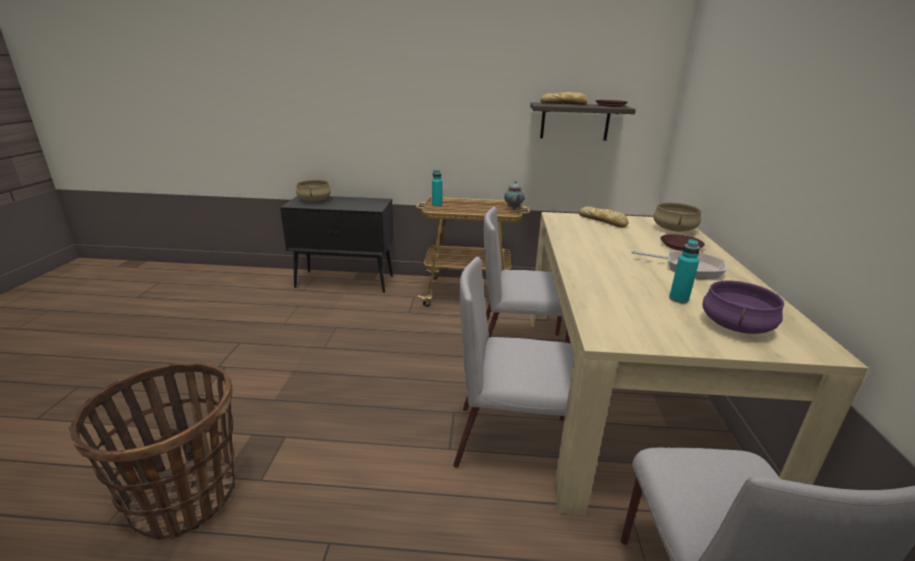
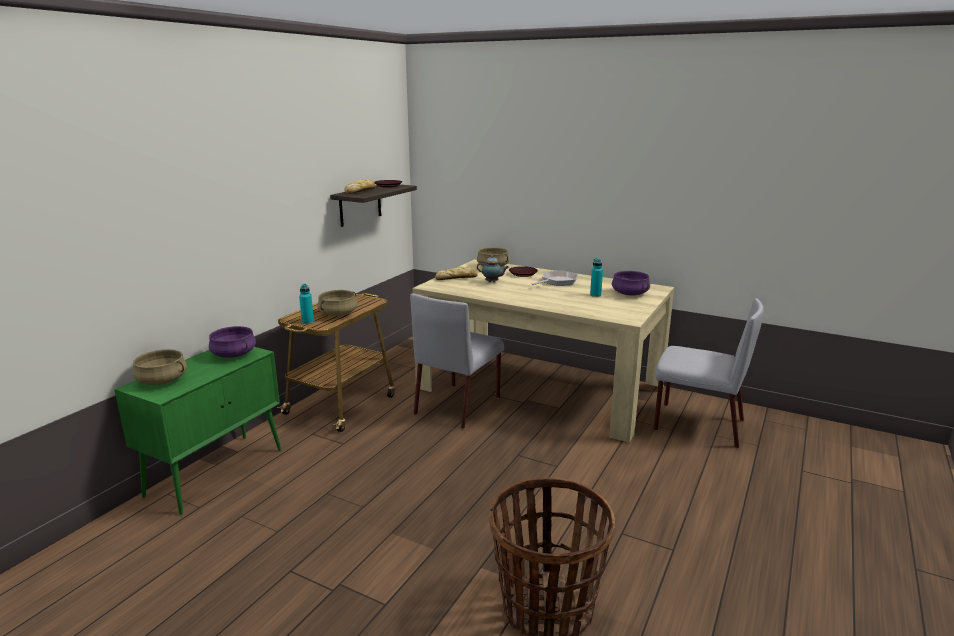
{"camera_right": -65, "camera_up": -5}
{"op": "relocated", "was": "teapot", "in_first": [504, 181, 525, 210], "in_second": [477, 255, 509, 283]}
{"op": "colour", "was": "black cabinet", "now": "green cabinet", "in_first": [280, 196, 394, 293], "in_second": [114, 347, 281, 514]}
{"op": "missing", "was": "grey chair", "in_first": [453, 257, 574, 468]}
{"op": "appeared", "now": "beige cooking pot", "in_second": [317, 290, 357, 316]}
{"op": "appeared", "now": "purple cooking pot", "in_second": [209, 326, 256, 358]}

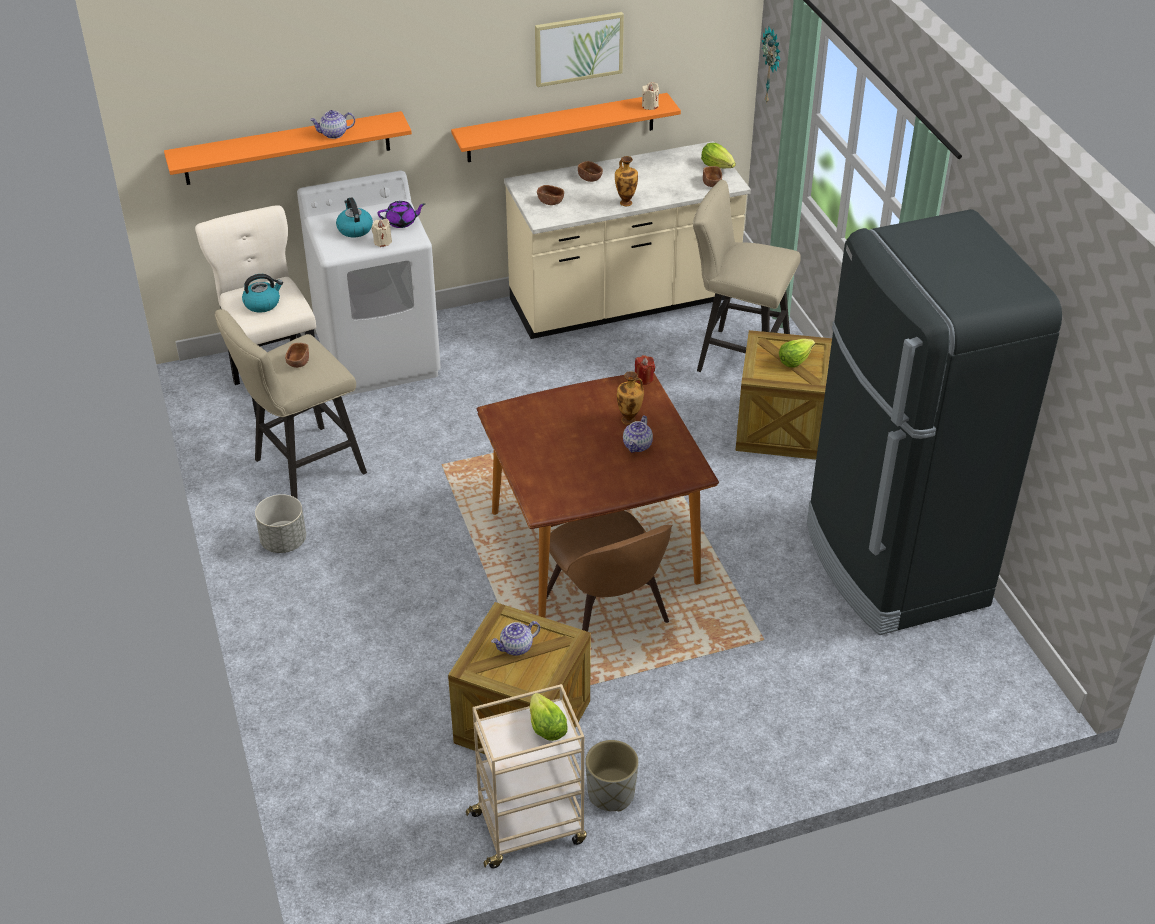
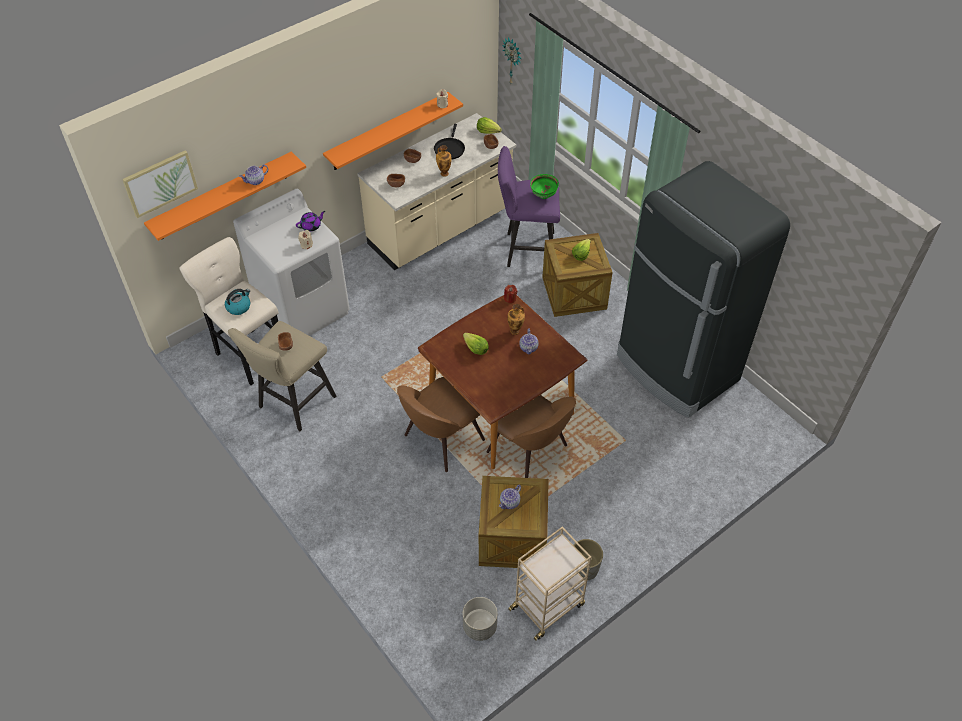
{"camera_right": -20, "camera_up": 10}
{"op": "relocated", "was": "picture", "in_first": [535, 12, 624, 87], "in_second": [122, 150, 198, 218]}
{"op": "colour", "was": "beige stool", "now": "purple stool", "in_first": [693, 180, 801, 372], "in_second": [498, 146, 560, 267]}
{"op": "missing", "was": "kettle", "in_first": [336, 197, 373, 238]}
{"op": "relocated", "was": "grey planter", "in_first": [255, 494, 306, 553], "in_second": [463, 597, 497, 641]}
{"op": "relocated", "was": "lettuce", "in_first": [530, 693, 568, 741], "in_second": [463, 333, 489, 355]}
{"op": "appeared", "now": "black frying pan", "in_second": [434, 124, 465, 160]}
{"op": "appeared", "now": "green bowl", "in_second": [530, 174, 559, 199]}
{"op": "appeared", "now": "brown chair", "in_second": [397, 377, 485, 472]}

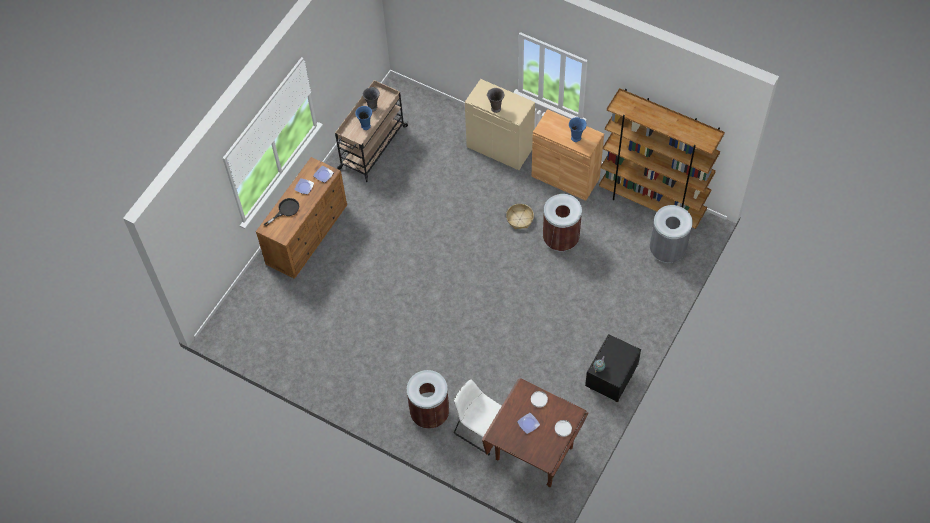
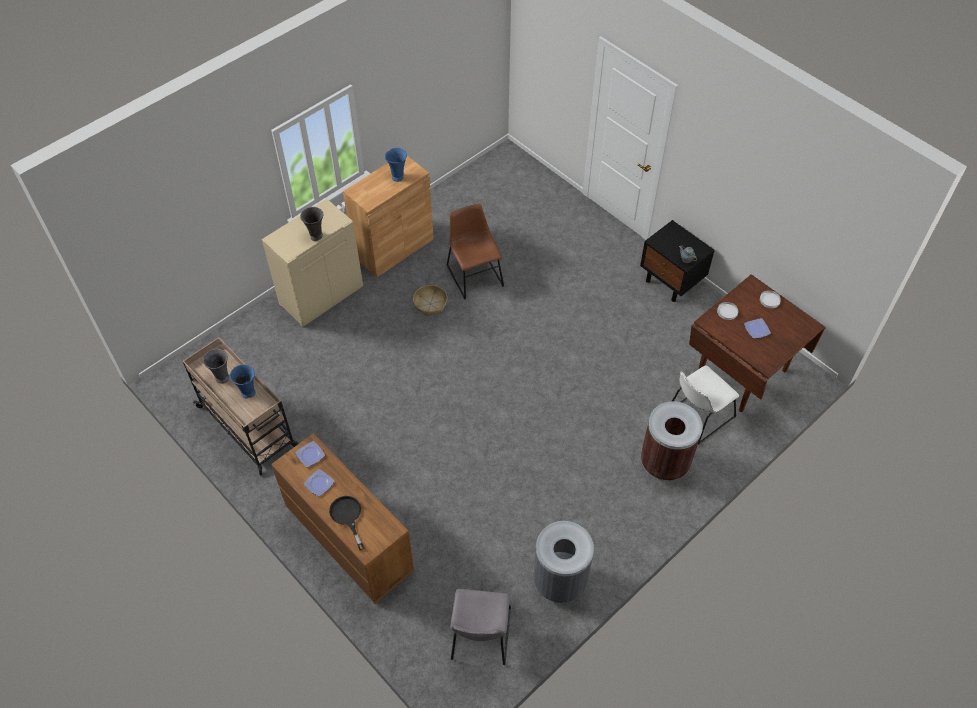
{"camera_right": -75, "camera_up": -5}
{"op": "missing", "was": "brown bookcase", "in_first": [599, 88, 725, 229]}
{"op": "exchanged", "was": "brown trash can", "now": "brown chair", "in_first": [543, 194, 582, 252], "in_second": [447, 204, 504, 300]}
{"op": "relocated", "was": "grey trash can", "in_first": [650, 205, 693, 263], "in_second": [533, 521, 594, 603]}
{"op": "appeared", "now": "grey chair", "in_second": [450, 589, 511, 665]}

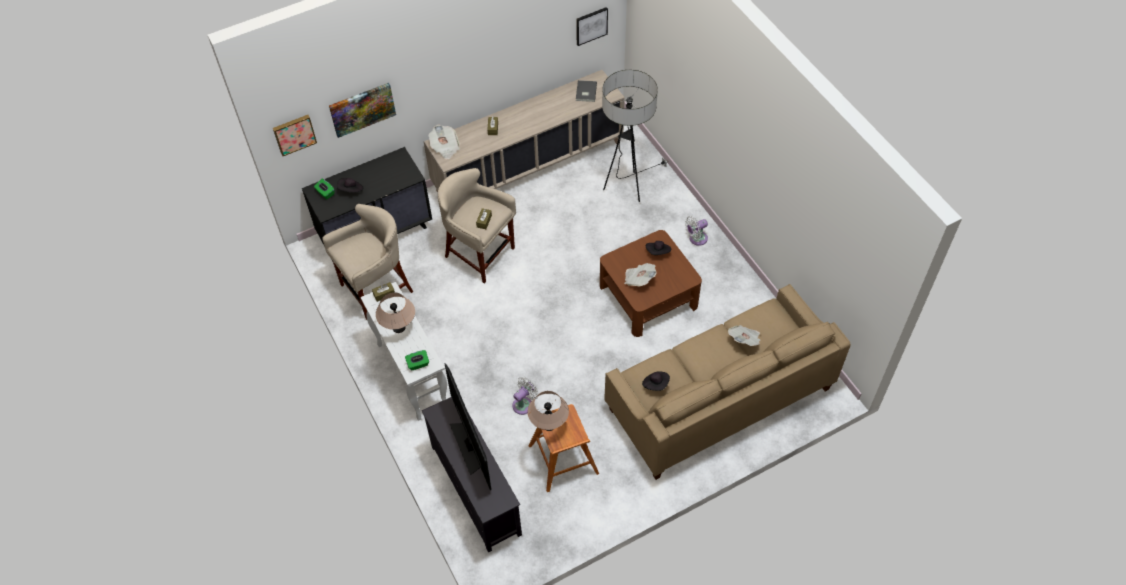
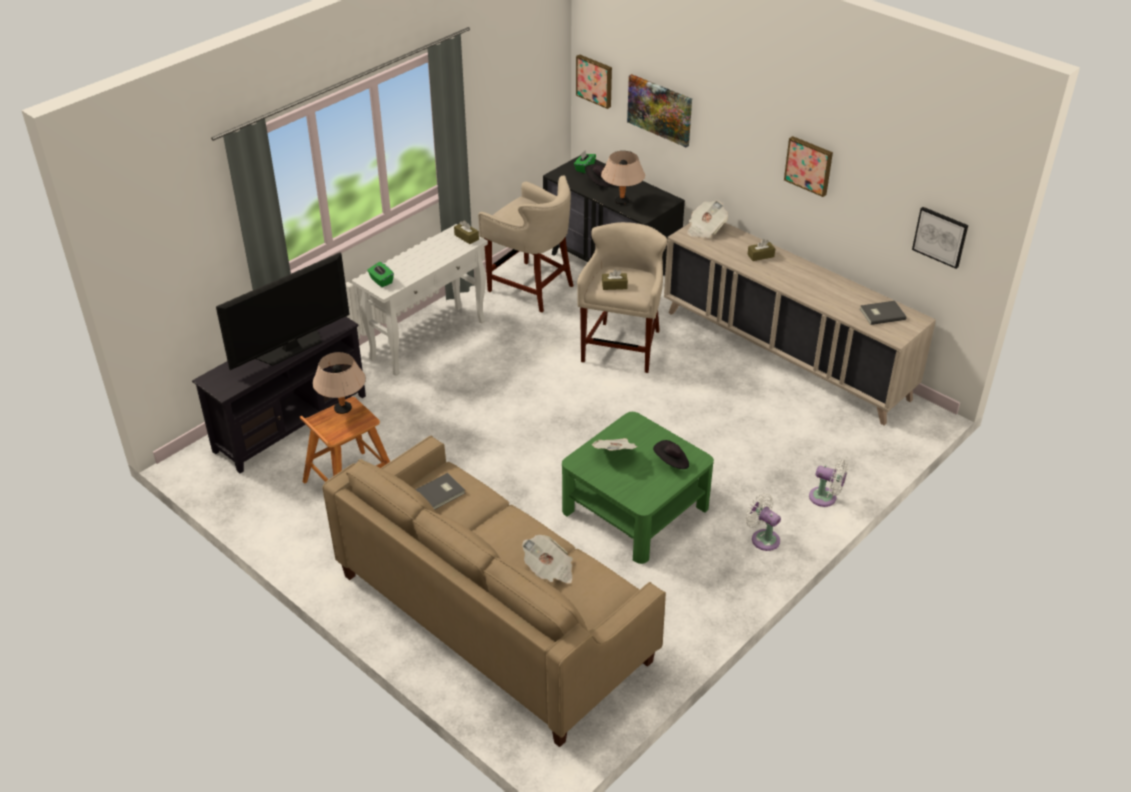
{"camera_right": 70, "camera_up": -15}
{"op": "missing", "was": "floor lamp", "in_first": [602, 70, 669, 202]}
{"op": "colour", "was": "brown coffee table", "now": "green coffee table", "in_first": [600, 230, 702, 337], "in_second": [562, 412, 714, 564]}
{"op": "relocated", "was": "beige table lamp", "in_first": [376, 292, 415, 333], "in_second": [601, 151, 645, 205]}
{"op": "exchanged", "was": "black hat", "now": "grey book", "in_first": [642, 371, 670, 391], "in_second": [415, 473, 465, 510]}
{"op": "relocated", "was": "white fan", "in_first": [513, 377, 539, 415], "in_second": [809, 460, 848, 507]}
{"op": "appeared", "now": "picture", "in_second": [784, 136, 833, 197]}

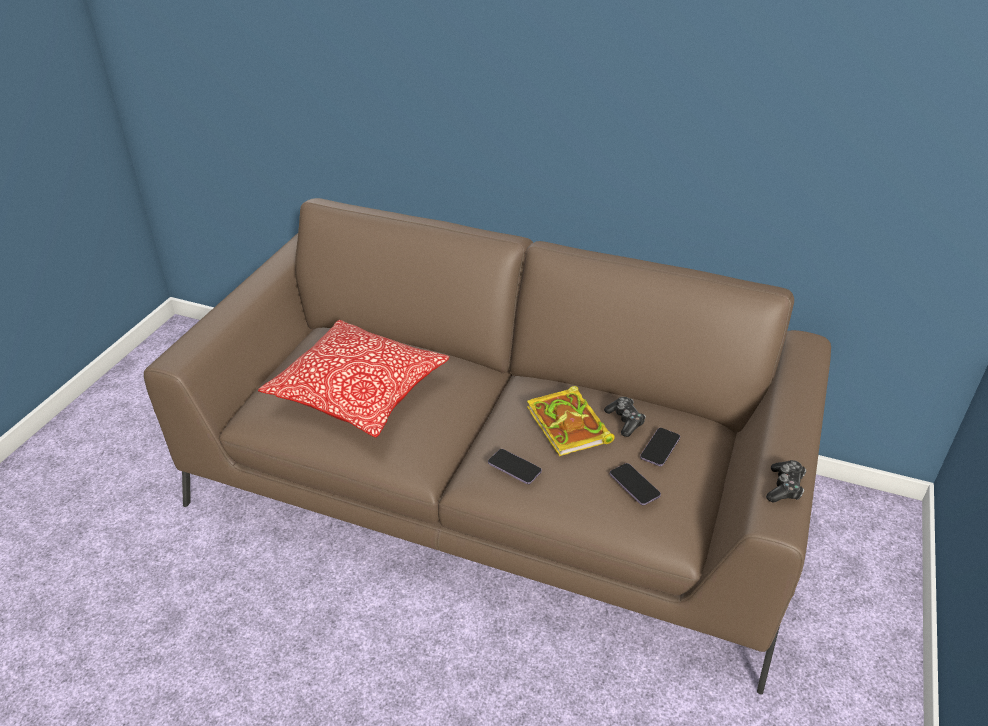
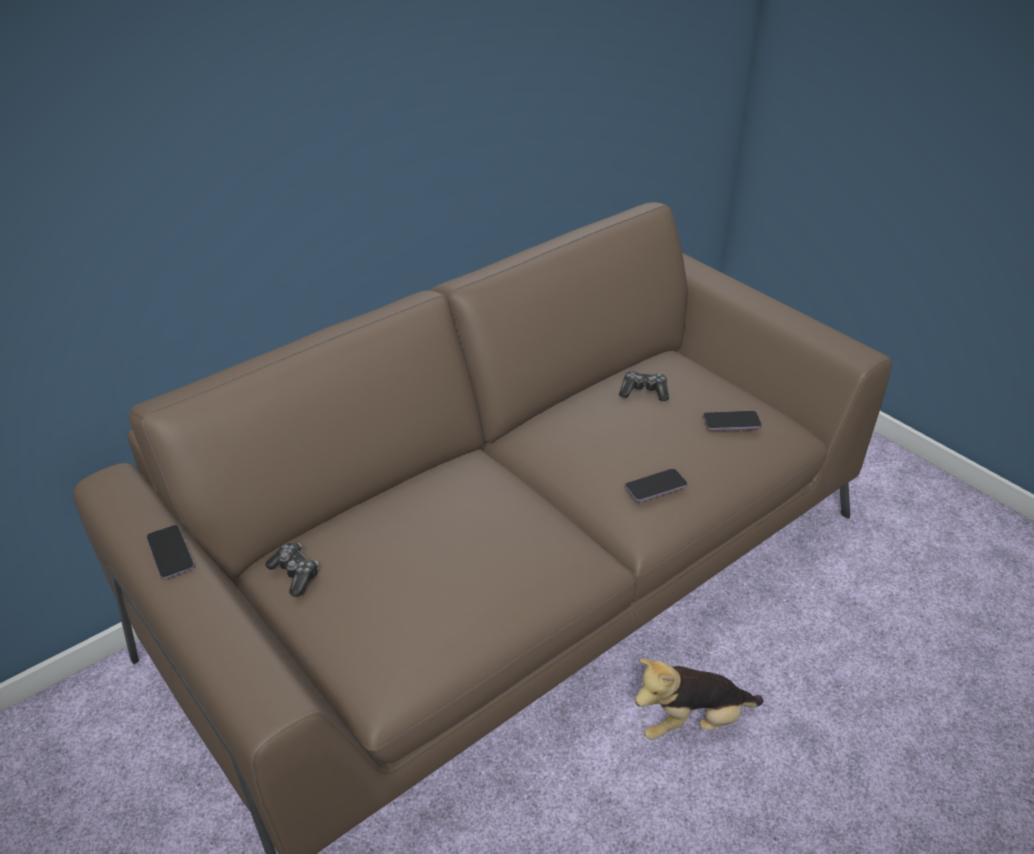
{"camera_right": -60, "camera_up": 0}
{"op": "missing", "was": "pillow", "in_first": [258, 320, 450, 438]}
{"op": "missing", "was": "book", "in_first": [527, 386, 615, 456]}
{"op": "relocated", "was": "phone", "in_first": [640, 428, 680, 466], "in_second": [146, 525, 195, 580]}
{"op": "relocated", "was": "game controller", "in_first": [766, 460, 806, 503], "in_second": [265, 543, 319, 597]}
{"op": "appeared", "now": "plush toy", "in_second": [635, 658, 764, 740]}

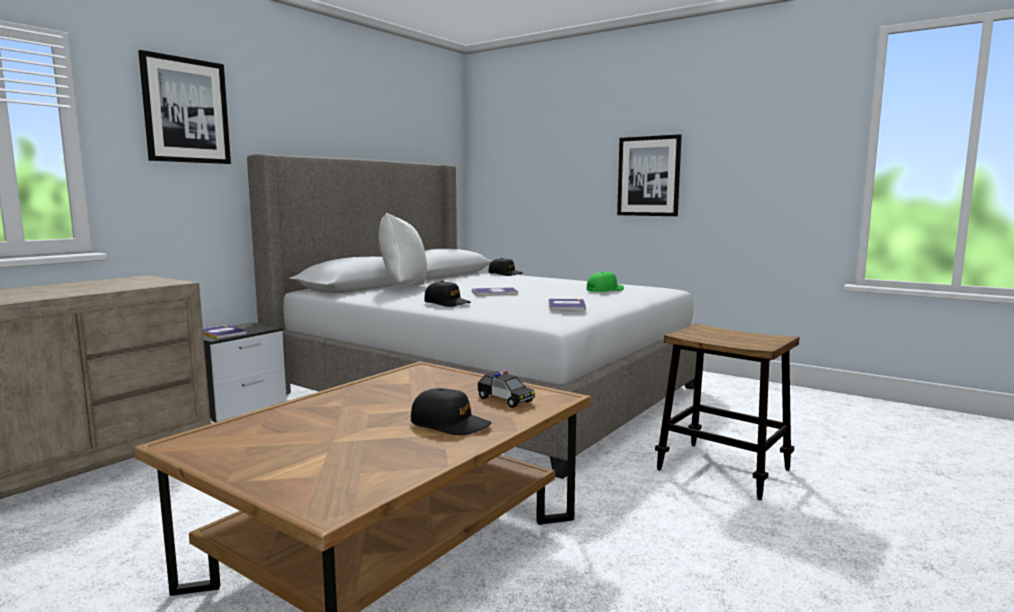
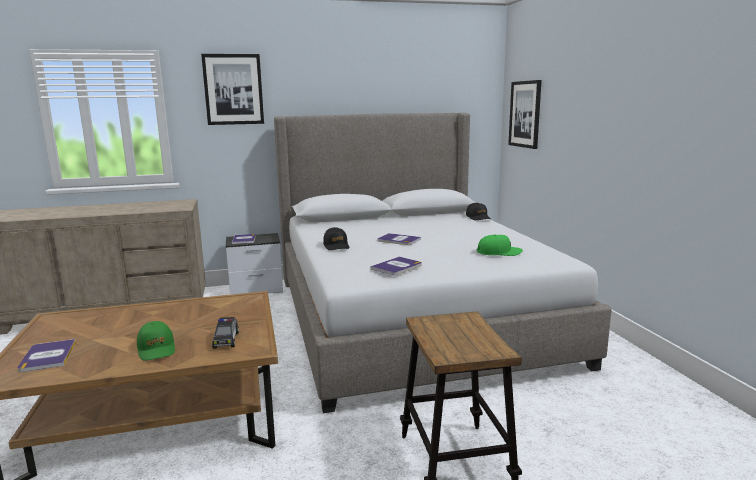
{"camera_right": 40, "camera_up": 5}
{"op": "relocated", "was": "picture", "in_first": [617, 134, 682, 216], "in_second": [508, 80, 542, 149]}
{"op": "missing", "was": "white pillow", "in_first": [379, 212, 427, 286]}
{"op": "colour", "was": "black cap", "now": "green cap", "in_first": [411, 388, 491, 435], "in_second": [137, 321, 175, 360]}
{"op": "appeared", "now": "book", "in_second": [17, 339, 76, 372]}

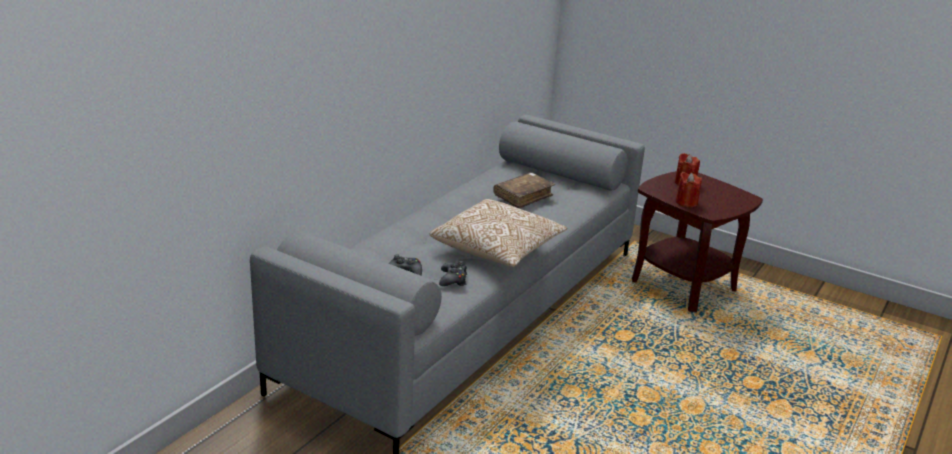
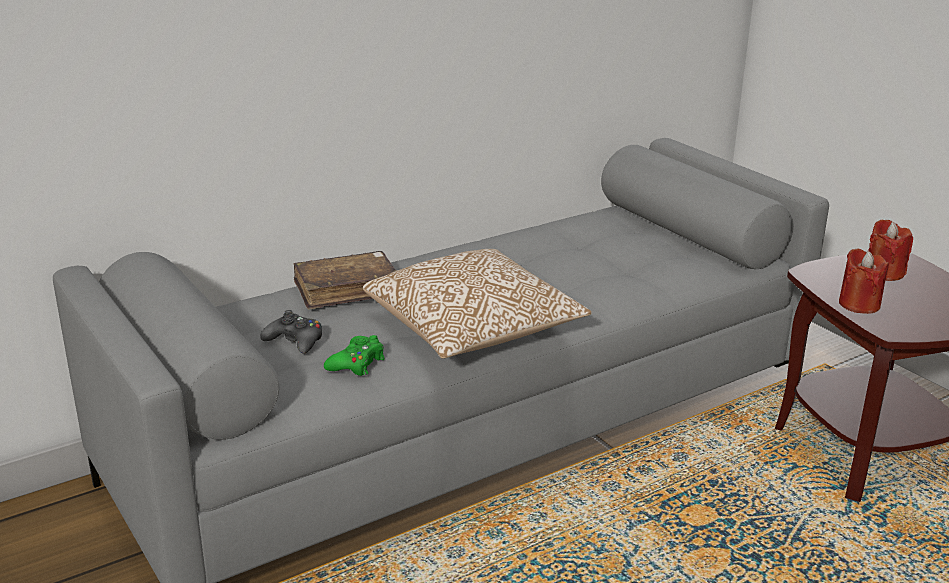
{"camera_right": 25, "camera_up": 0}
{"op": "relocated", "was": "brown book", "in_first": [493, 172, 555, 209], "in_second": [293, 251, 396, 310]}
{"op": "colour", "was": "black game controller", "now": "green game controller", "in_first": [439, 261, 467, 286], "in_second": [324, 335, 385, 376]}

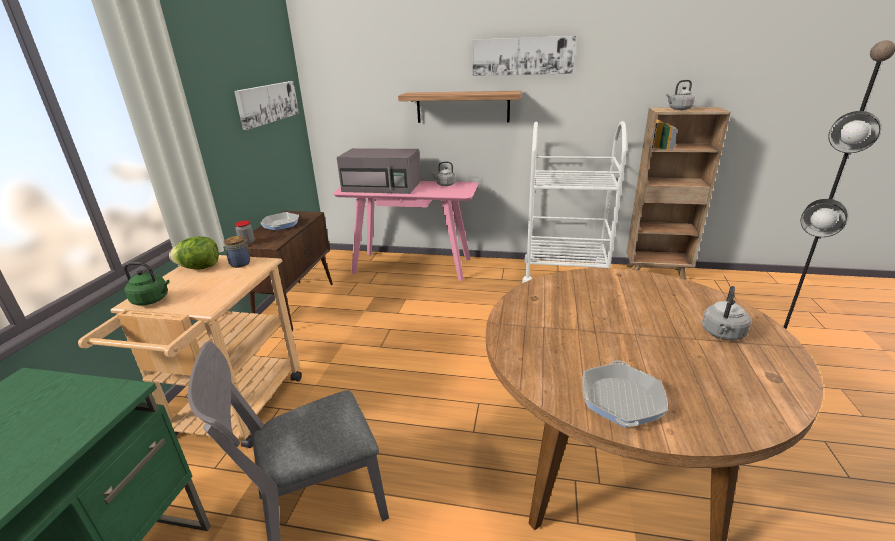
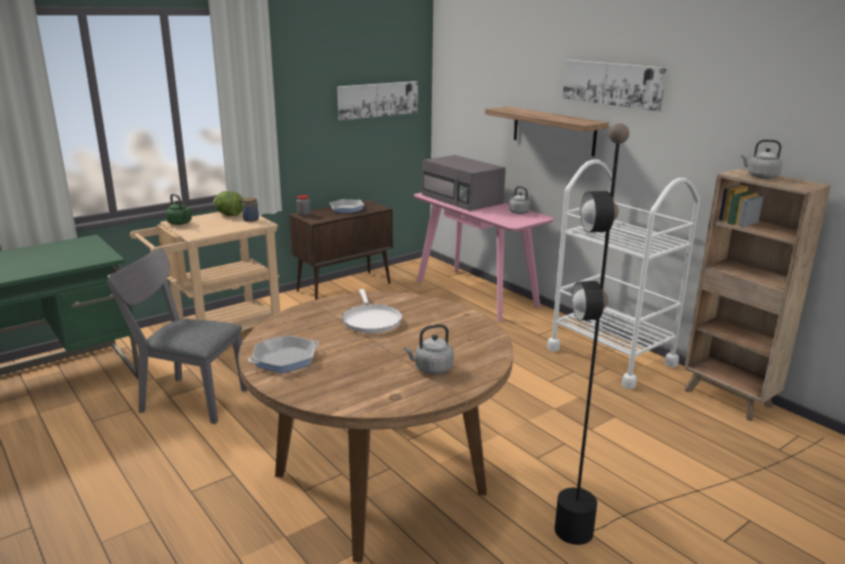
{"camera_right": 40, "camera_up": -5}
{"op": "appeared", "now": "white frying pan", "in_second": [342, 289, 402, 333]}

